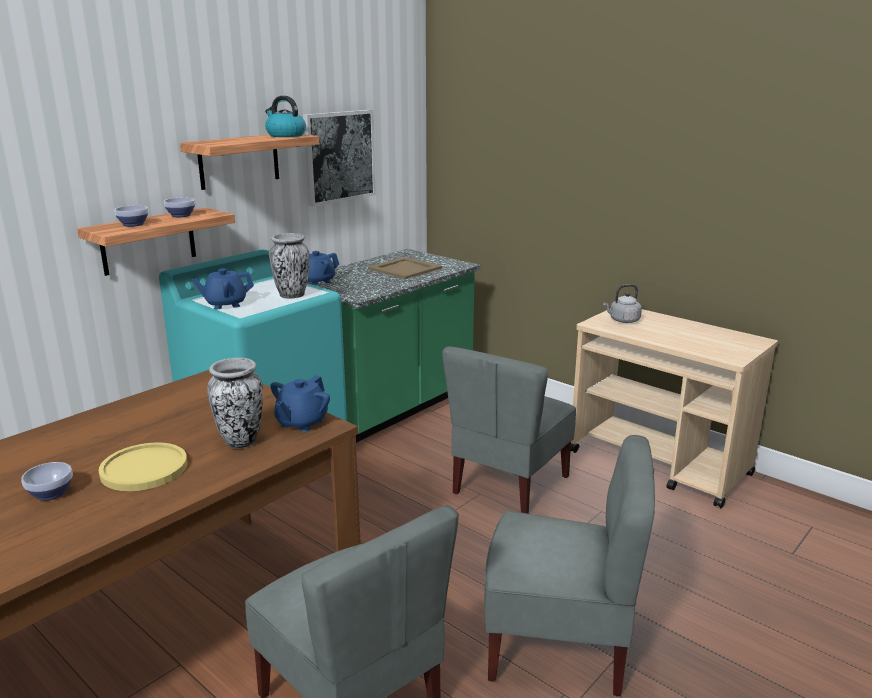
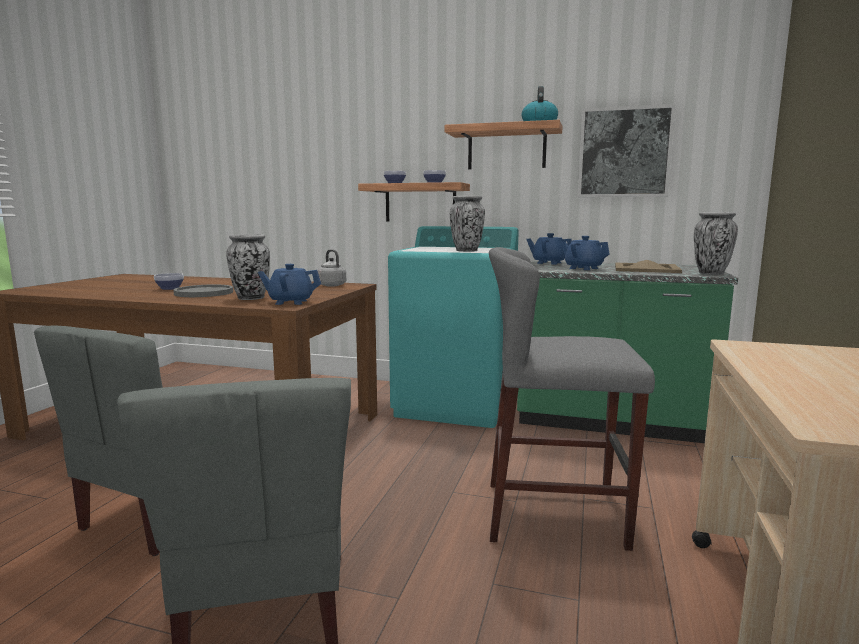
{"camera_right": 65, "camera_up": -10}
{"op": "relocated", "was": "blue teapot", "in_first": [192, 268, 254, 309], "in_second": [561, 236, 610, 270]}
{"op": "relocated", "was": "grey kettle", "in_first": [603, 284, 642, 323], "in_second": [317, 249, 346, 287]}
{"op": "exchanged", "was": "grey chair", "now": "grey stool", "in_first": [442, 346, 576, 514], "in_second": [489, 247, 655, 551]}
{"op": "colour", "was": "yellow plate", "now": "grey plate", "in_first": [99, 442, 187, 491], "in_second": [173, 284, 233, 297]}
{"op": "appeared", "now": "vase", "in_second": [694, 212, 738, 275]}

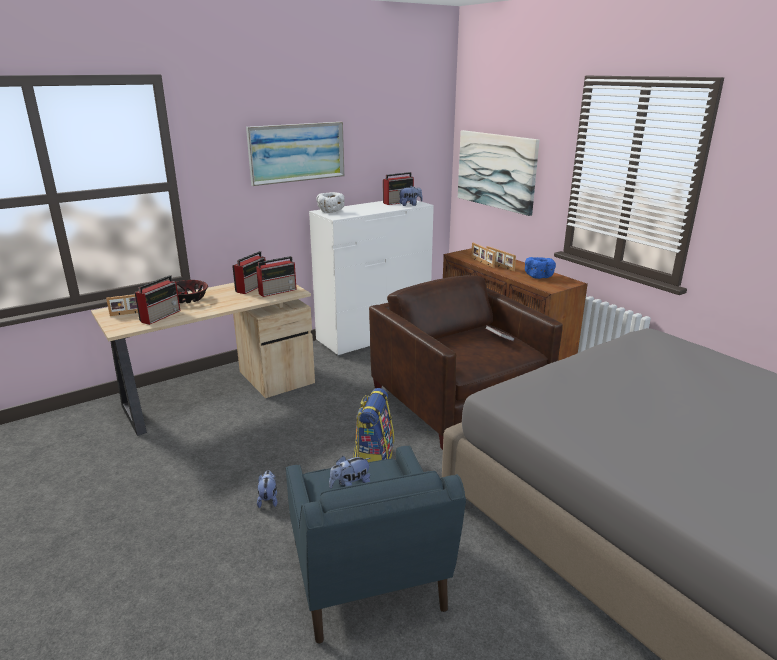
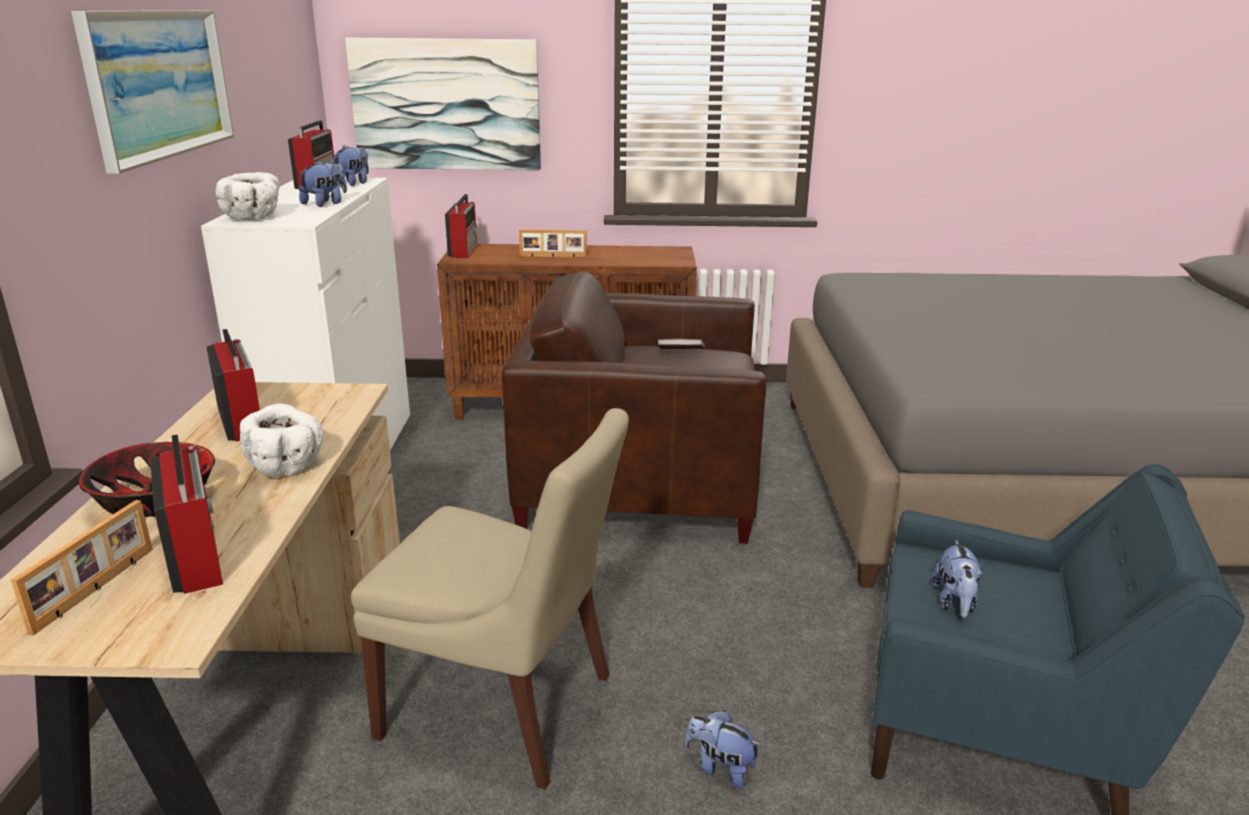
{"camera_right": -55, "camera_up": 0}
{"op": "missing", "was": "picture frame", "in_first": [471, 243, 495, 268]}
{"op": "relocated", "was": "radio", "in_first": [256, 256, 297, 297], "in_second": [445, 194, 477, 258]}
{"op": "missing", "was": "blue bowl", "in_first": [525, 257, 556, 279]}
{"op": "missing", "was": "backpack", "in_first": [353, 388, 394, 462]}
{"op": "appeared", "now": "plush toy", "in_second": [299, 161, 347, 207]}
{"op": "appeared", "now": "white bowl", "in_second": [240, 404, 324, 477]}
{"op": "appeared", "now": "beige chair", "in_second": [351, 408, 629, 790]}

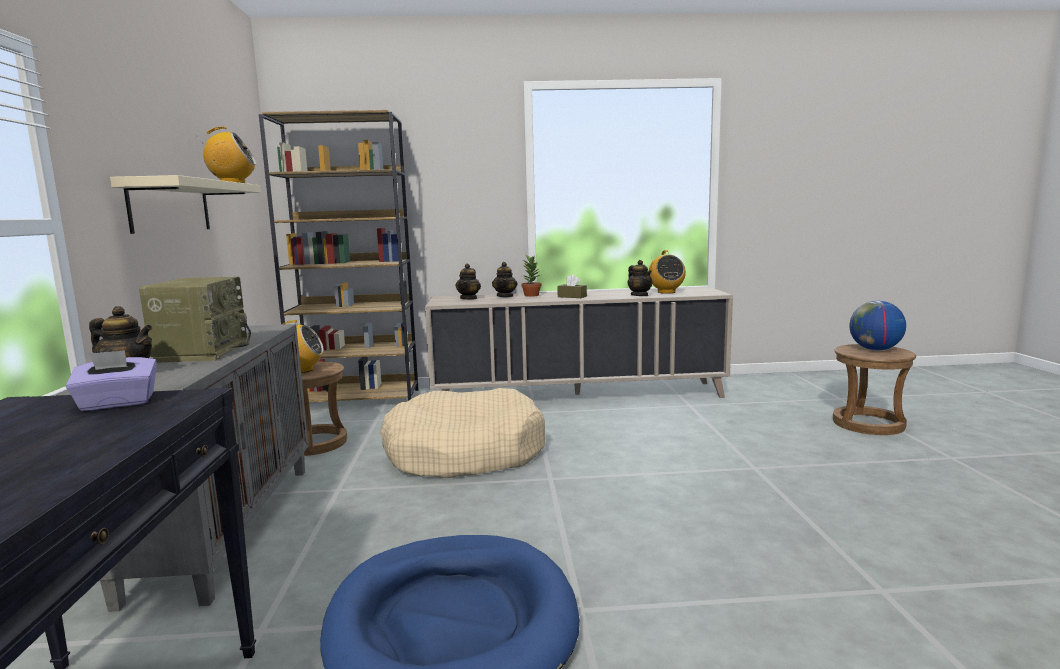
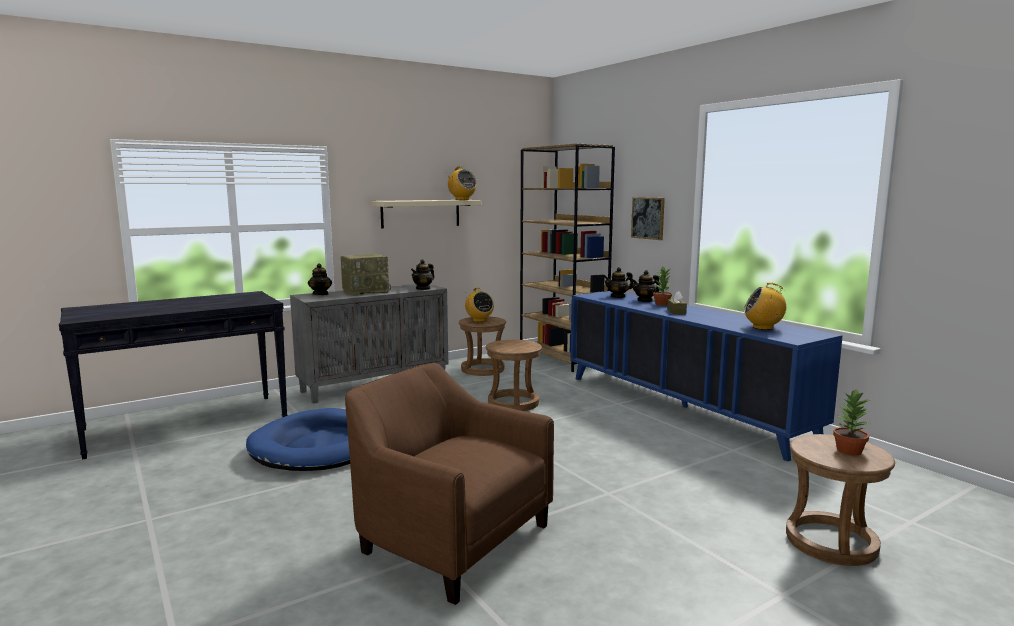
{"camera_right": 60, "camera_up": 0}
{"op": "spun", "was": "radio", "in_first": [649, 250, 686, 294], "in_second": [744, 283, 786, 330], "clockwise": 45}
{"op": "relocated", "was": "teapot", "in_first": [628, 260, 652, 296], "in_second": [411, 259, 435, 290]}
{"op": "colour", "was": "beige cabinet", "now": "blue cabinet", "in_first": [425, 287, 733, 398], "in_second": [570, 291, 842, 461]}
{"op": "exchanged", "was": "globe", "now": "potted plant", "in_first": [850, 301, 906, 351], "in_second": [833, 388, 870, 456]}
{"op": "missing", "was": "purple tissue box", "in_first": [66, 350, 157, 411]}
{"op": "exchanged", "was": "beige dog bed", "now": "brown stool", "in_first": [380, 388, 545, 478], "in_second": [485, 340, 542, 411]}
{"op": "appeared", "now": "picture", "in_second": [631, 197, 665, 240]}
{"op": "appeared", "now": "brown armchair", "in_second": [345, 363, 554, 605]}

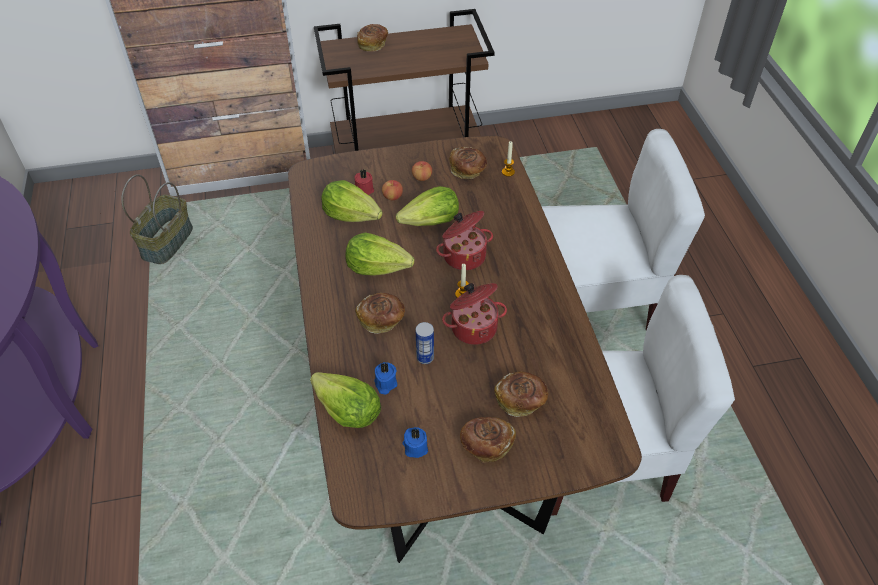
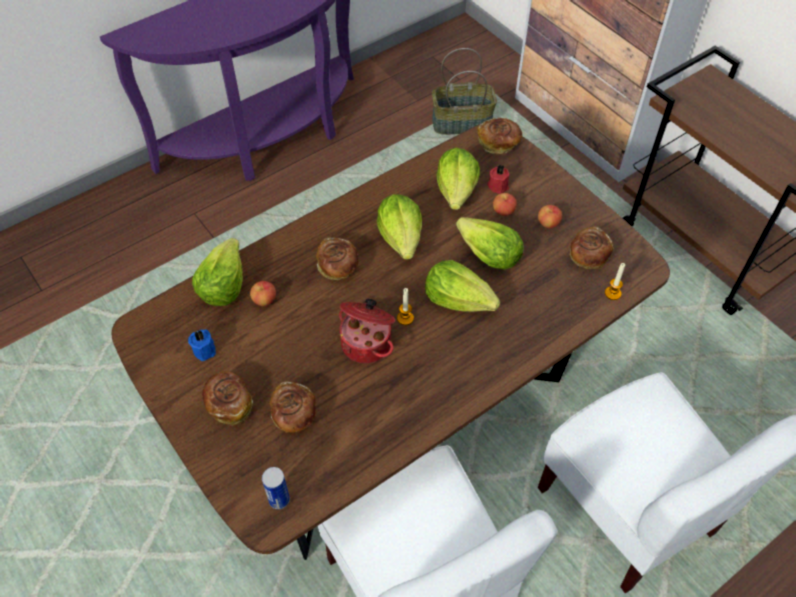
{"camera_right": 65, "camera_up": 5}
{"op": "relocated", "was": "bread", "in_first": [357, 24, 388, 51], "in_second": [477, 118, 522, 154]}
{"op": "exchanged", "was": "cooking pot", "now": "lettuce", "in_first": [436, 211, 493, 271], "in_second": [425, 260, 500, 312]}
{"op": "relocated", "was": "can", "in_first": [415, 322, 434, 364], "in_second": [262, 467, 290, 509]}
{"op": "exchanged", "was": "blue candle", "now": "apple", "in_first": [374, 362, 397, 394], "in_second": [250, 281, 276, 306]}

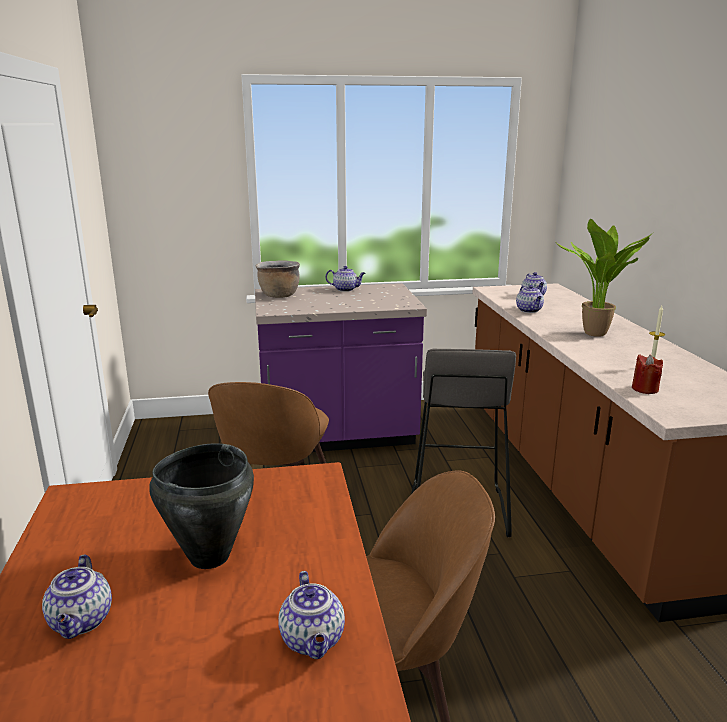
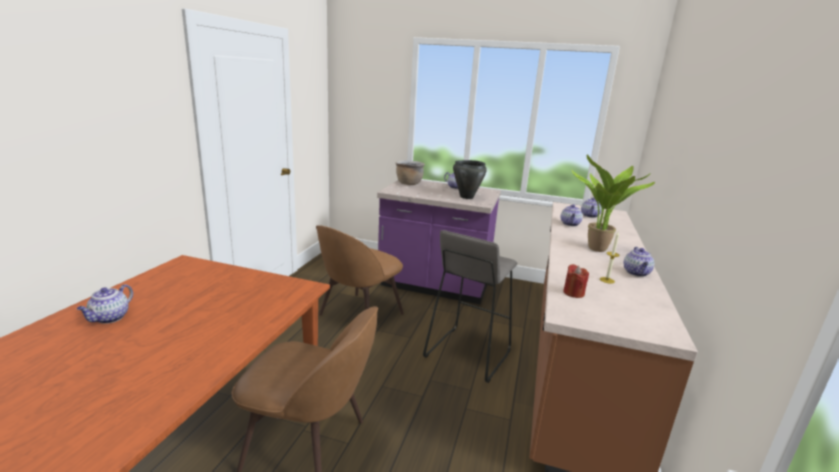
{"camera_right": 25, "camera_up": 0}
{"op": "relocated", "was": "black cooking pot", "in_first": [149, 443, 254, 569], "in_second": [453, 160, 487, 199]}
{"op": "relocated", "was": "teapot", "in_first": [278, 571, 345, 659], "in_second": [624, 247, 654, 277]}

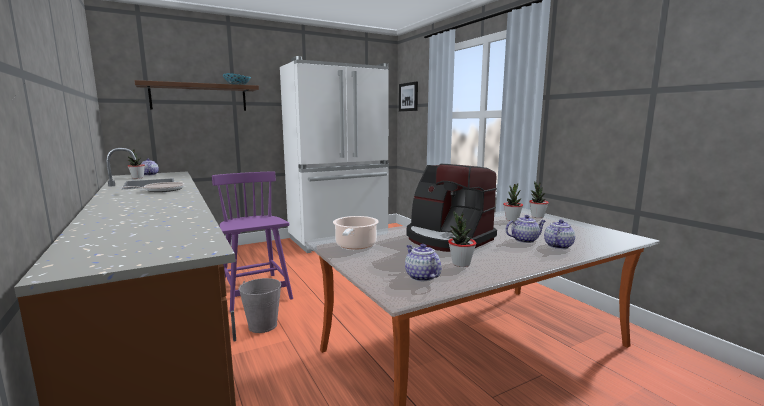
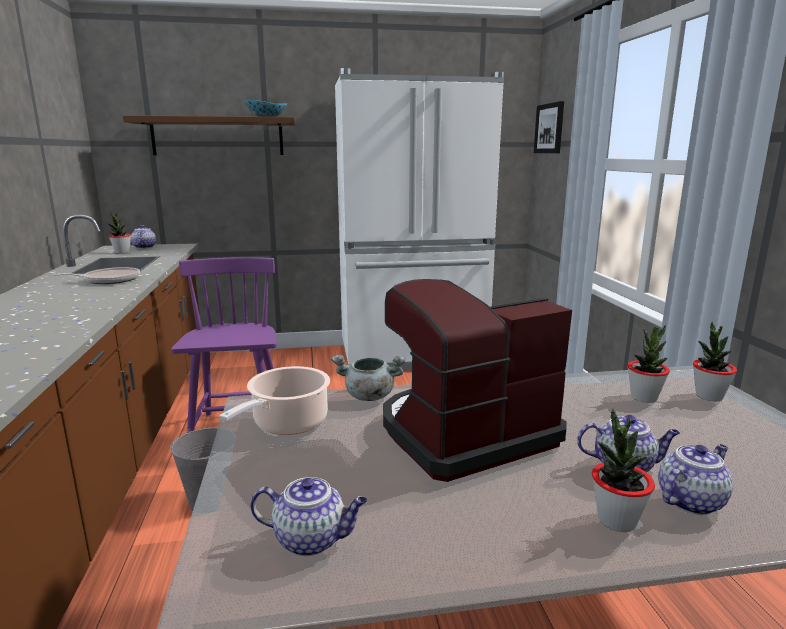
{"camera_right": 20, "camera_up": 5}
{"op": "spun", "was": "coffee machine", "in_first": [406, 164, 497, 252], "in_second": [383, 279, 572, 482], "clockwise": 90}
{"op": "relocated", "was": "potted plant", "in_first": [448, 211, 476, 267], "in_second": [592, 409, 655, 532]}
{"op": "spun", "was": "teapot", "in_first": [405, 244, 441, 281], "in_second": [250, 477, 367, 556], "clockwise": 105}
{"op": "appeared", "now": "grey cooking pot", "in_second": [331, 355, 406, 401]}

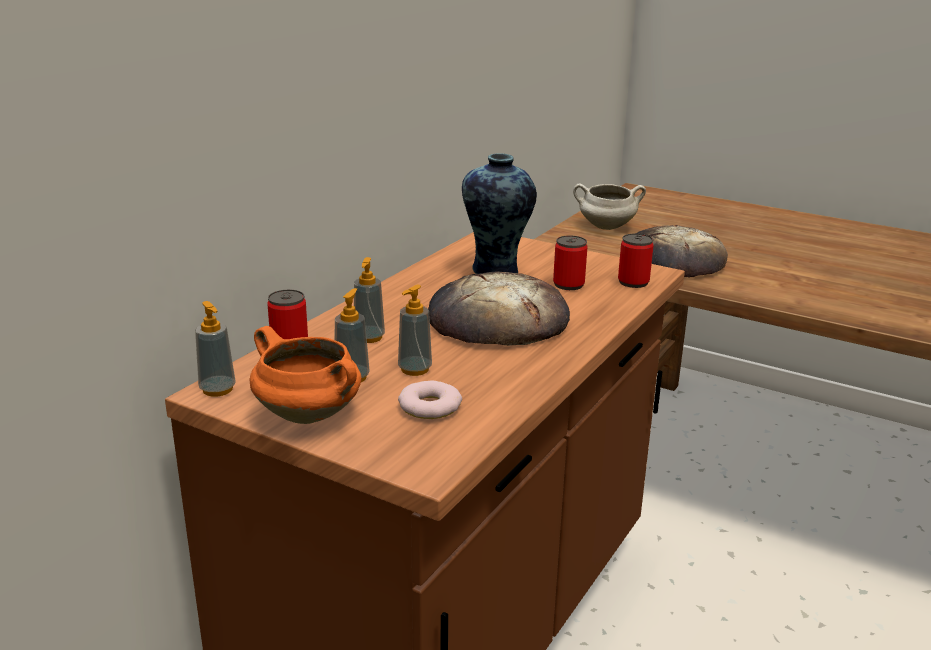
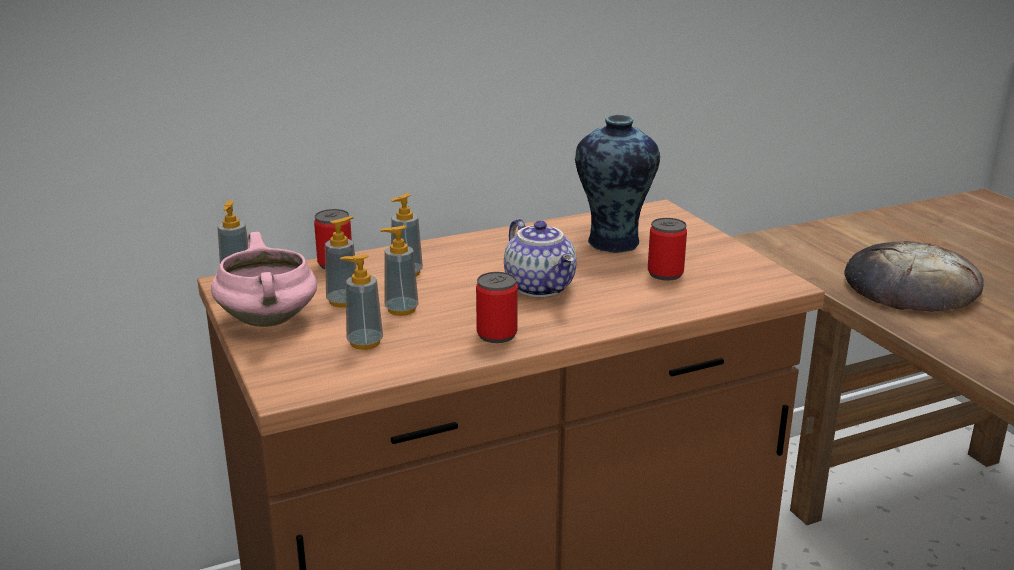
{"camera_right": 35, "camera_up": 0}
{"op": "missing", "was": "white cooking pot", "in_first": [573, 183, 646, 230]}
{"op": "relocated", "was": "can", "in_first": [618, 234, 654, 288], "in_second": [476, 272, 518, 343]}
{"op": "exchanged", "was": "bread", "now": "teapot", "in_first": [428, 272, 570, 346], "in_second": [504, 219, 577, 297]}
{"op": "colour", "was": "orange cooking pot", "now": "pink cooking pot", "in_first": [249, 326, 361, 424], "in_second": [211, 232, 317, 327]}
{"op": "exchanged", "was": "donut", "now": "soap dispenser", "in_first": [398, 381, 462, 419], "in_second": [340, 254, 383, 350]}

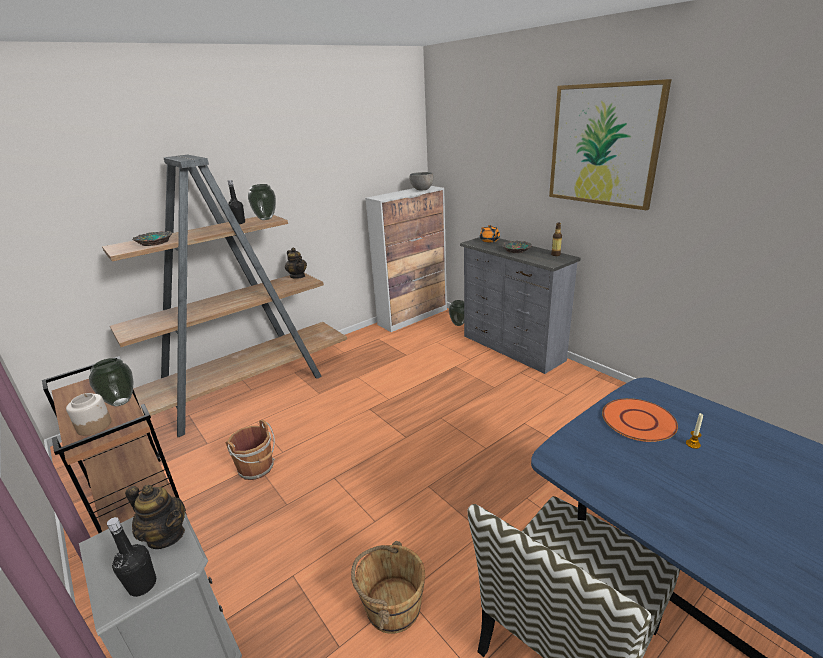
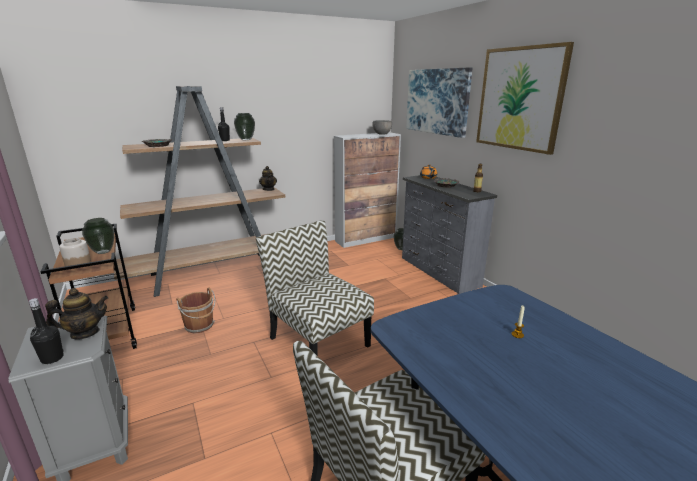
{"camera_right": 10, "camera_up": -5}
{"op": "missing", "was": "orange plate", "in_first": [602, 398, 678, 442]}
{"op": "spun", "was": "teapot", "in_first": [125, 485, 185, 549], "in_second": [45, 288, 108, 340], "clockwise": -60}
{"op": "missing", "was": "brown bucket", "in_first": [351, 541, 425, 634]}
{"op": "appeared", "now": "picture", "in_second": [406, 67, 473, 138]}
{"op": "appeared", "now": "chair", "in_second": [256, 220, 374, 356]}

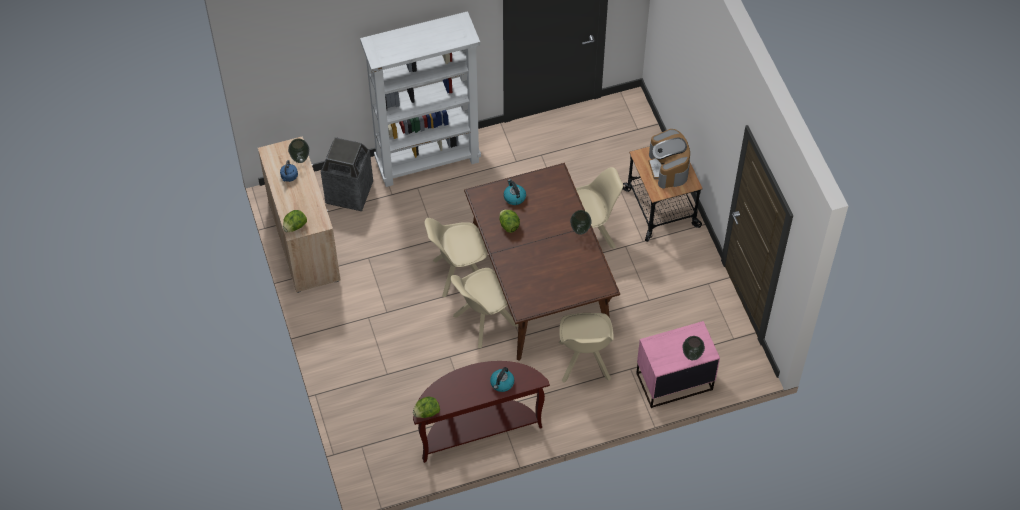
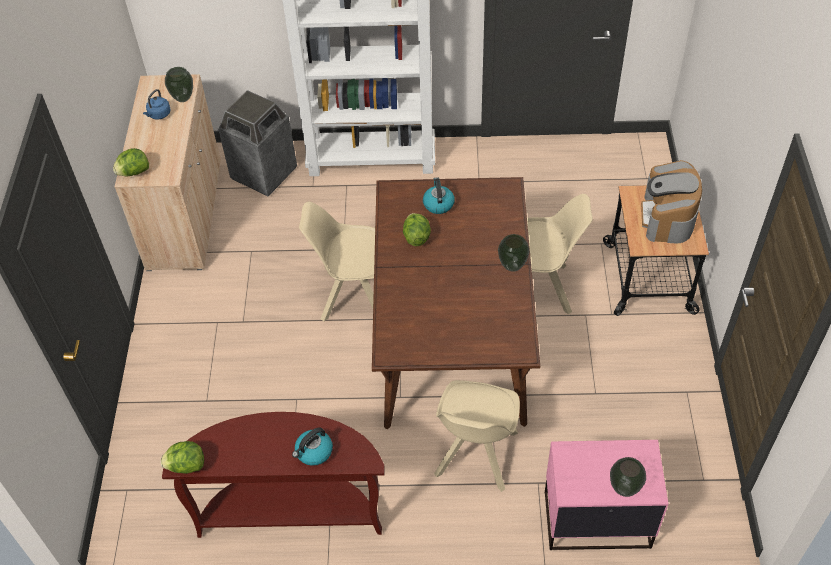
{"camera_right": 20, "camera_up": -5}
{"op": "missing", "was": "beige chair", "in_first": [451, 268, 518, 348]}

